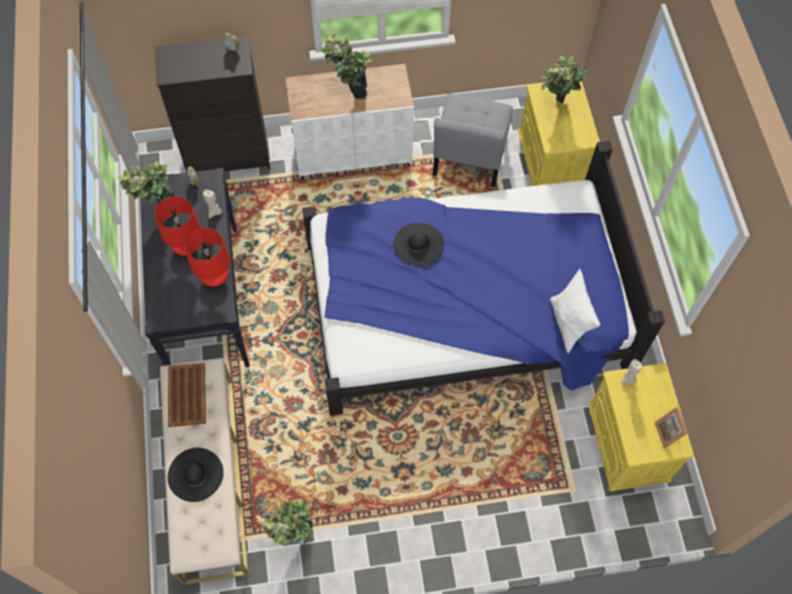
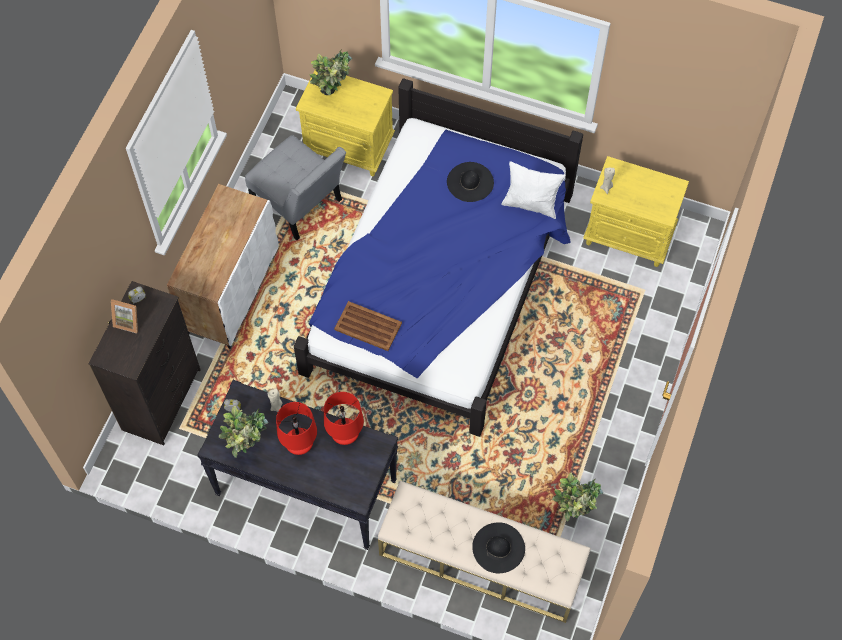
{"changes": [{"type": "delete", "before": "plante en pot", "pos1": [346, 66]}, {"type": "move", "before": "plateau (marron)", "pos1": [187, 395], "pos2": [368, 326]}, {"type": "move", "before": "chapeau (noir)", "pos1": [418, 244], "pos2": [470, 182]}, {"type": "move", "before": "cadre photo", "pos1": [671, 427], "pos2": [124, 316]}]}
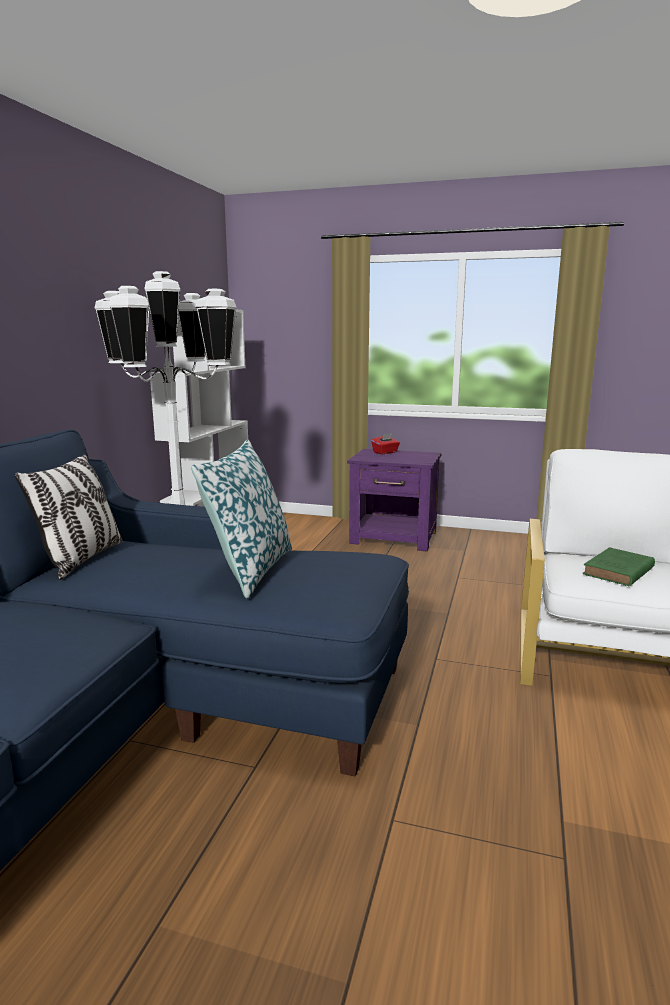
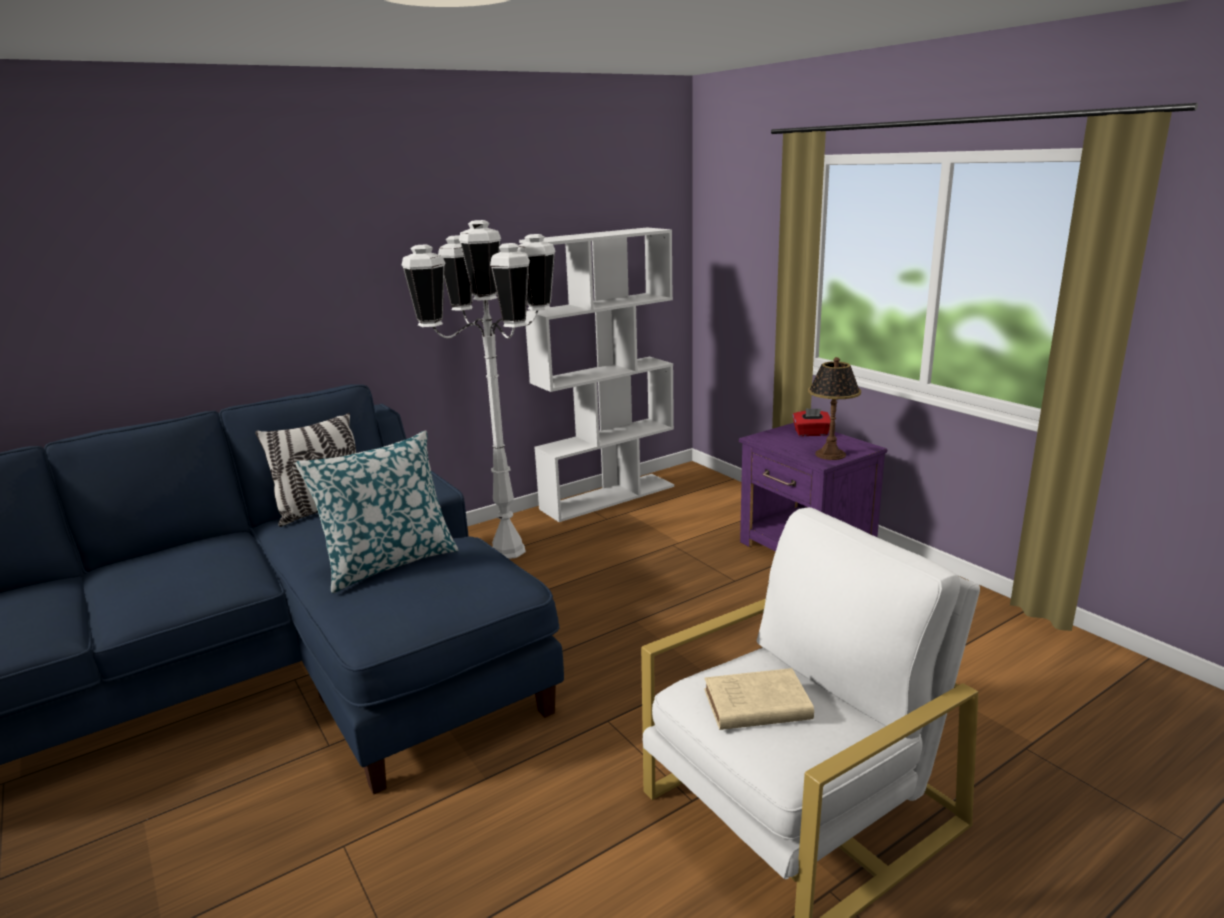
{"changes": [{"type": "insert", "after": "lampe de table", "pos2": [834, 408]}, {"type": "recolor", "before": "livre (vert)", "after": "livre (beige)", "pos1": [618, 566], "pos2": [759, 699]}]}
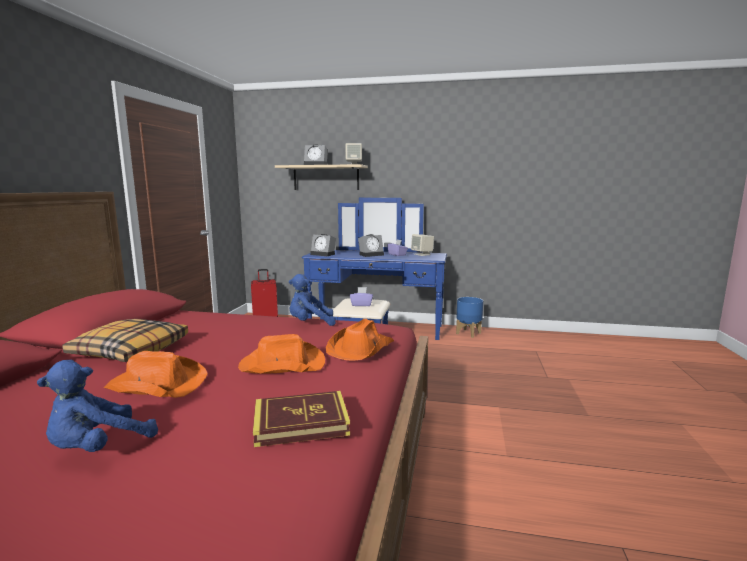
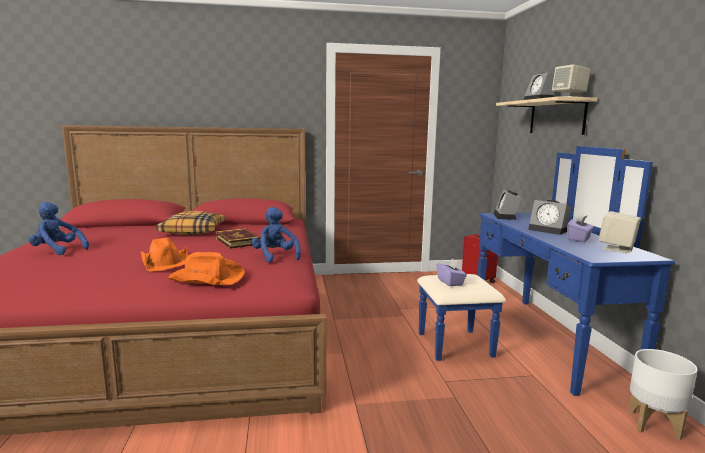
{"changes": [{"type": "delete", "before": "chapeau (orange)", "pos1": [156, 374]}, {"type": "move", "before": "livre", "pos1": [301, 419], "pos2": [238, 238]}, {"type": "recolor", "before": "cache-pot (bleu)", "after": "cache-pot (blanc)", "pos1": [469, 317], "pos2": [663, 394]}]}
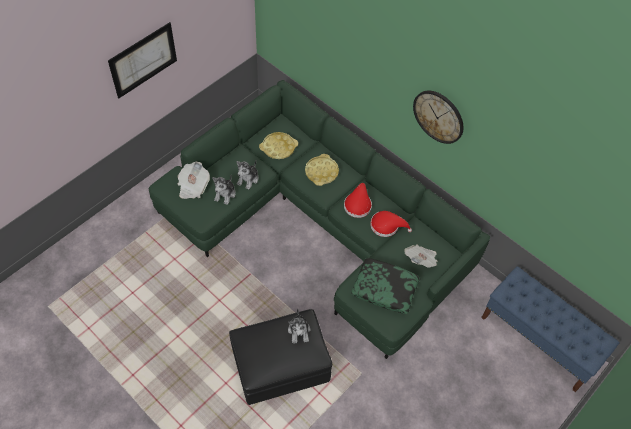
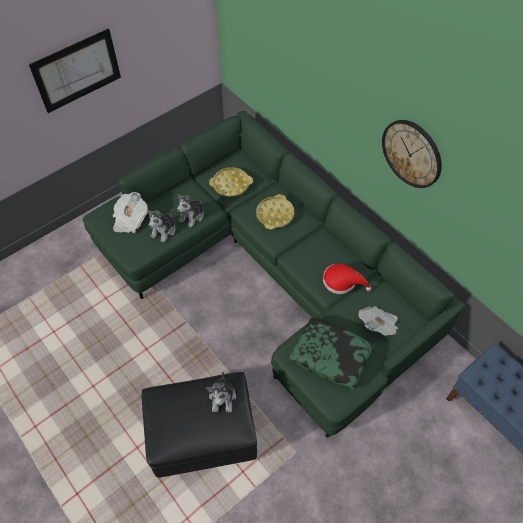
{"changes": [{"type": "delete", "before": "chapeau (rouge)", "pos1": [358, 200]}]}
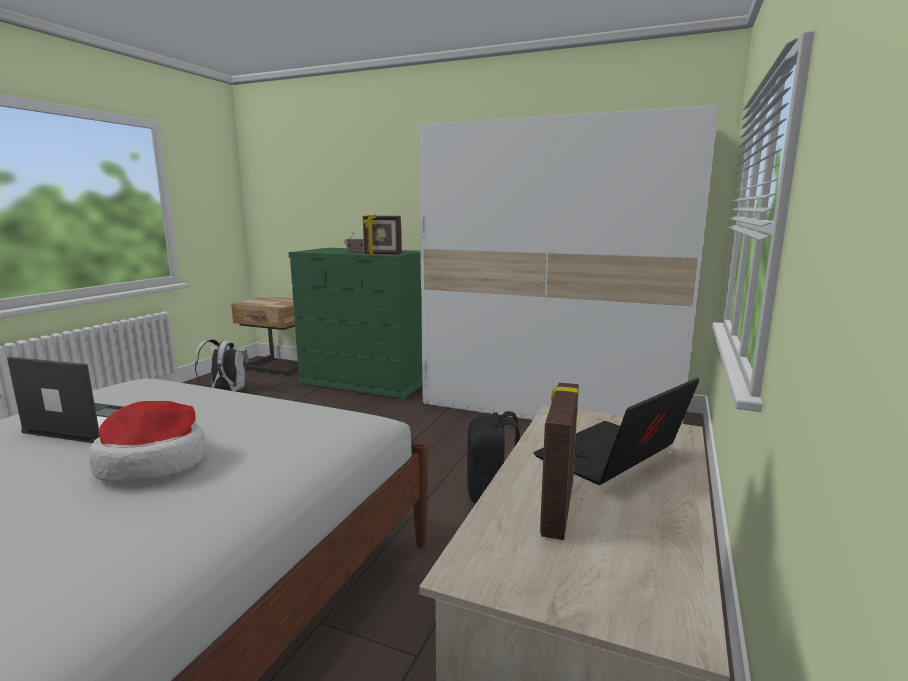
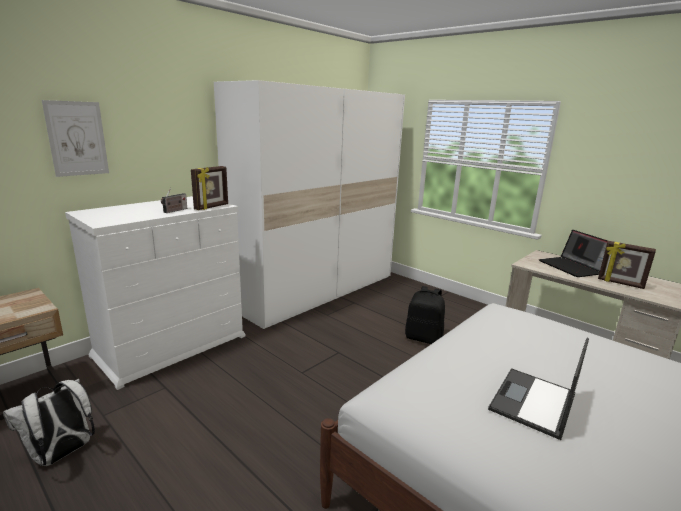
{"changes": [{"type": "delete", "before": "chapeau", "pos1": [147, 442]}, {"type": "insert", "after": "tableau", "pos2": [75, 138]}, {"type": "recolor", "before": "commode (vert)", "after": "commode (blanc)", "pos1": [355, 324], "pos2": [155, 293]}]}
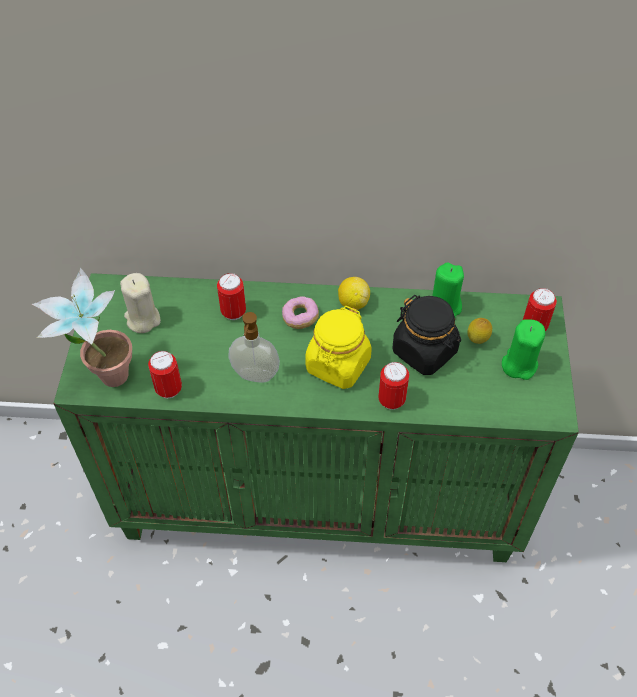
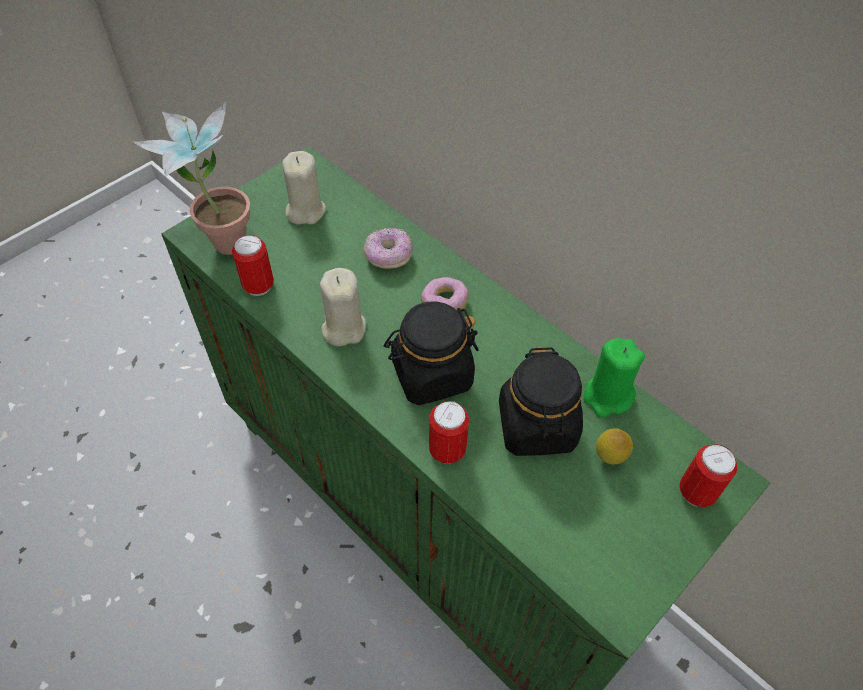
{"changes": [{"type": "delete", "before": "citron", "pos1": [354, 293]}, {"type": "delete", "before": "bougie (vert)", "pos1": [523, 349]}, {"type": "replace", "before": "boîte métallique", "after": "beignet", "pos1": [231, 296], "pos2": [388, 248]}, {"type": "replace", "before": "distributeur de savon", "after": "bougie (beige)", "pos1": [254, 347], "pos2": [343, 307]}, {"type": "recolor", "before": "bocal (jaune)", "after": "bocal (noir)", "pos1": [338, 347], "pos2": [431, 353]}]}
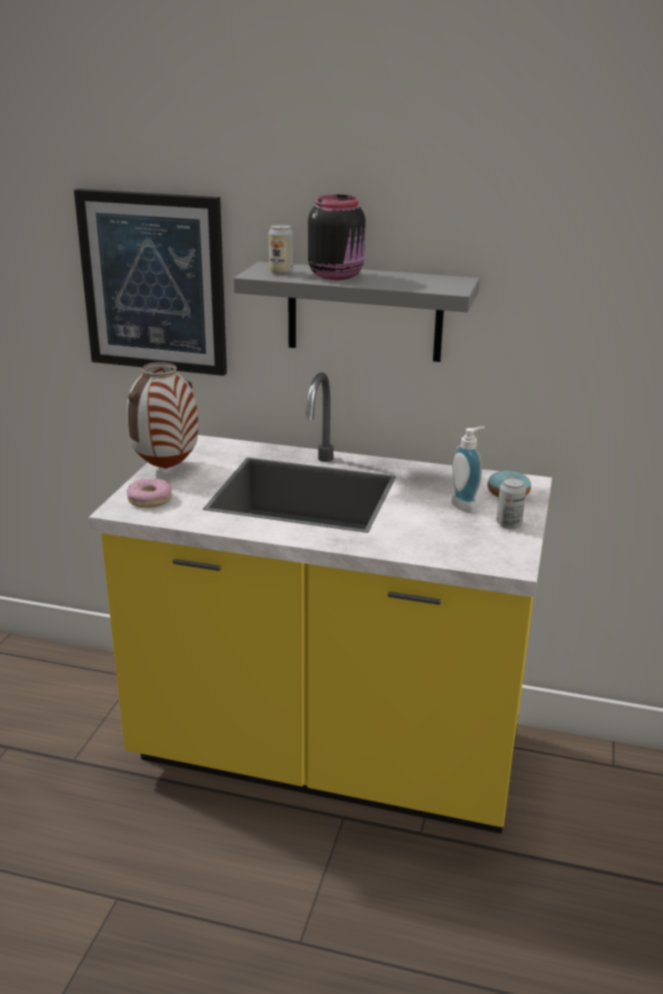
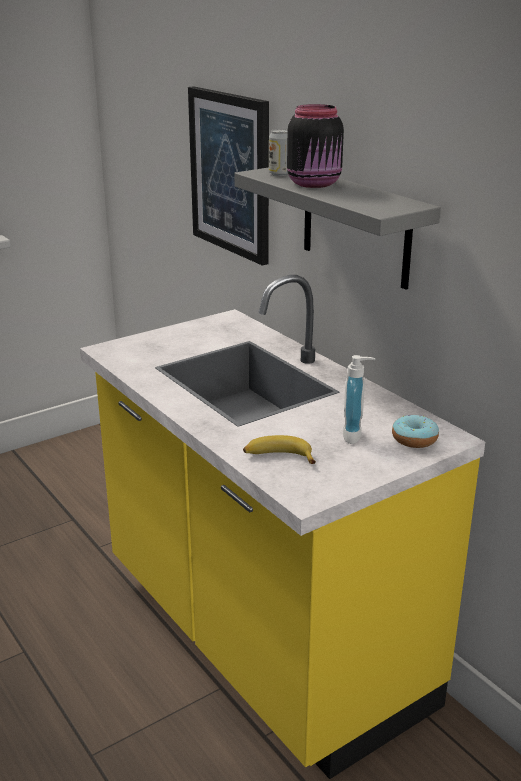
{"changes": [{"type": "delete", "before": "beignet", "pos1": [149, 493]}, {"type": "delete", "before": "vase", "pos1": [162, 415]}, {"type": "delete", "before": "boîte métallique", "pos1": [511, 503]}, {"type": "insert", "after": "banane", "pos2": [279, 449]}]}
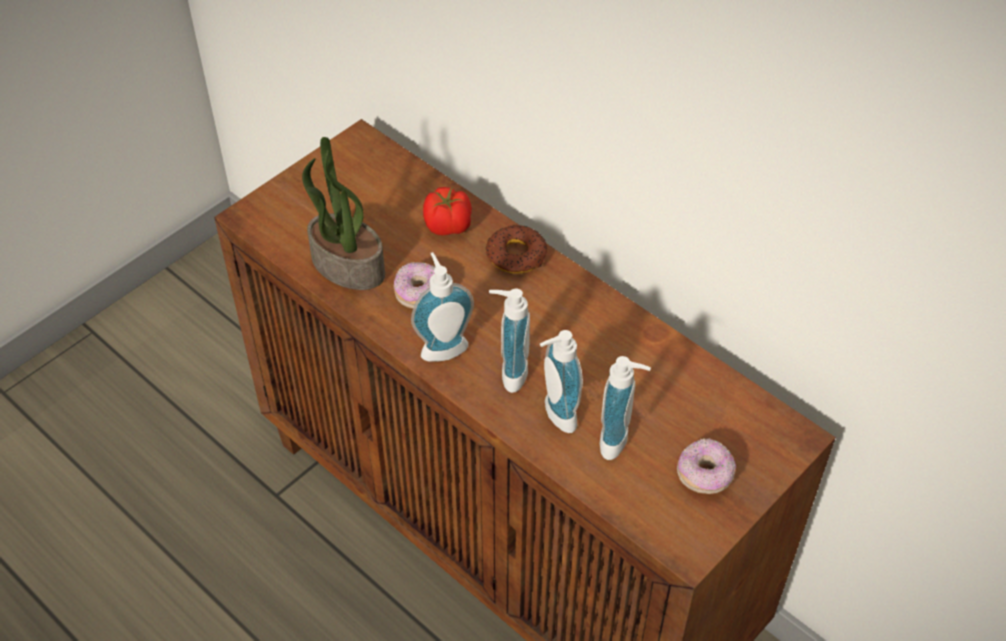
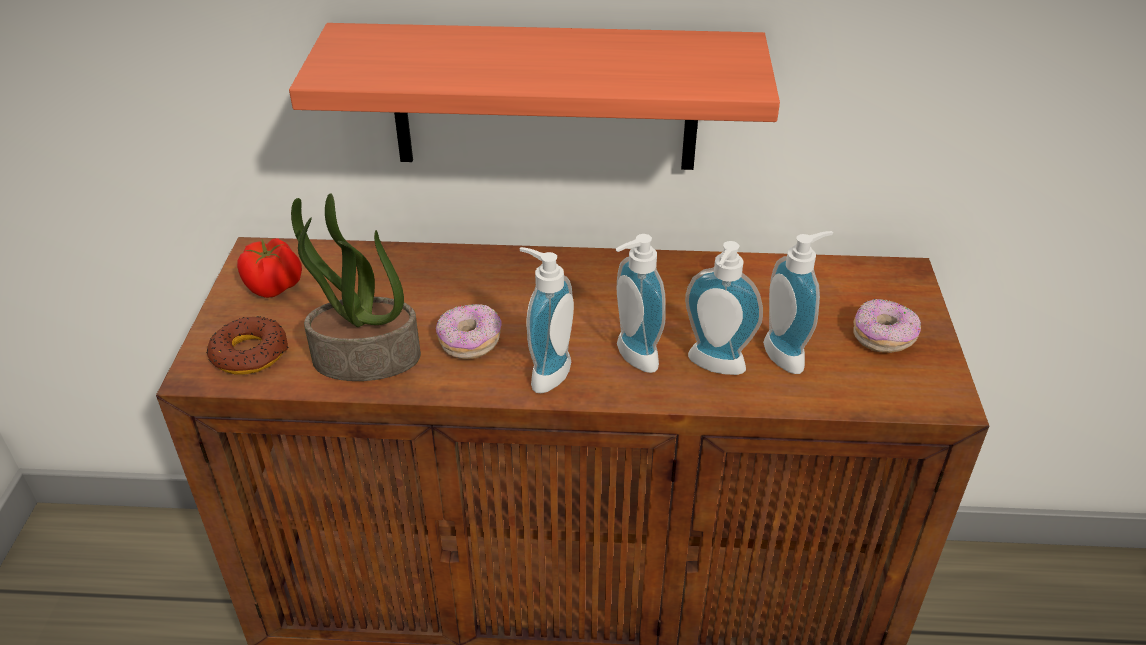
{"changes": [{"type": "insert", "after": "étagère", "pos2": [534, 96]}, {"type": "move", "before": "tomate", "pos1": [447, 211], "pos2": [269, 268]}, {"type": "move", "before": "beignet", "pos1": [516, 249], "pos2": [248, 345]}]}
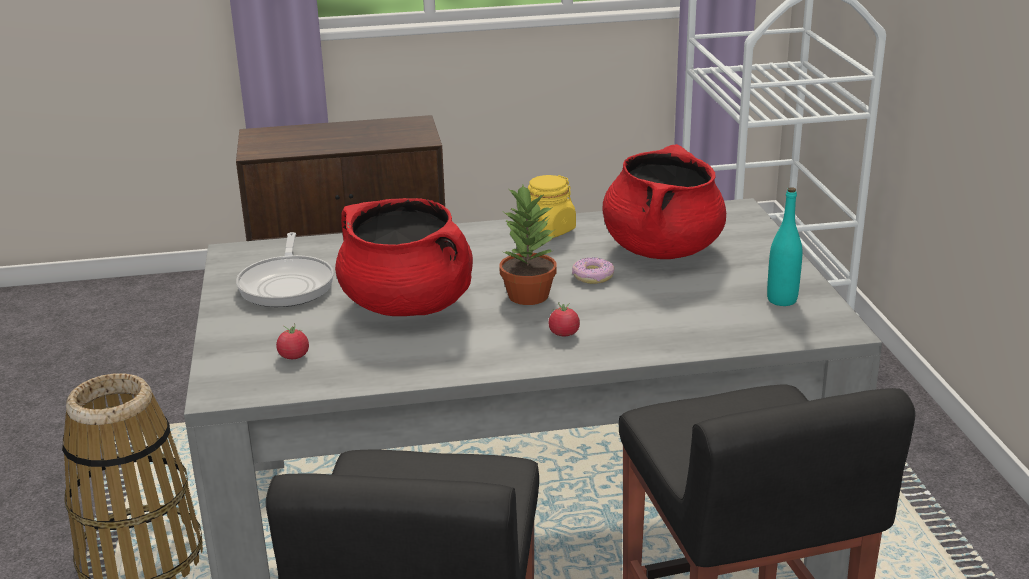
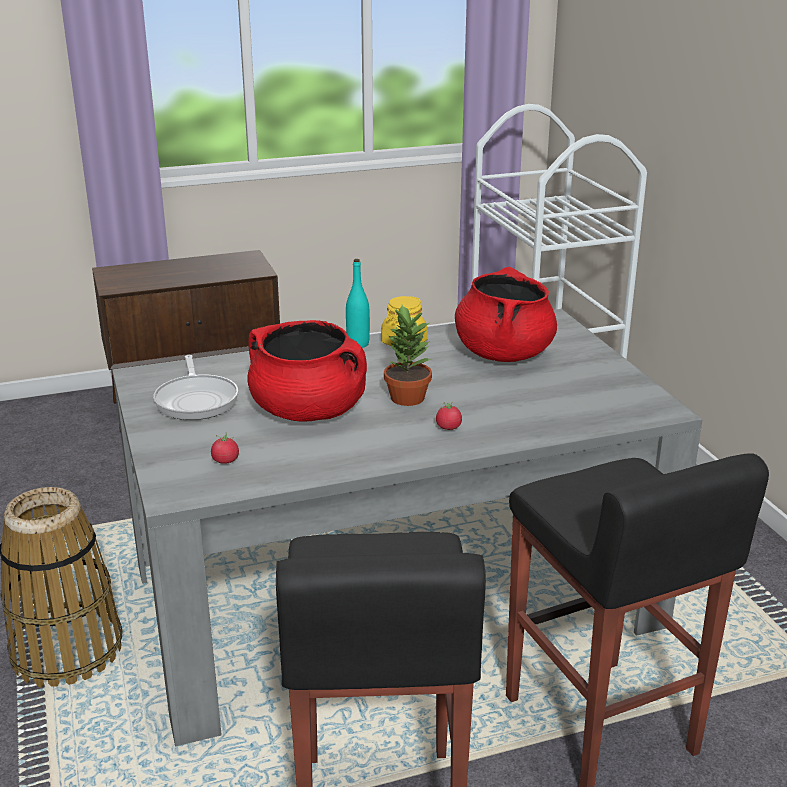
{"changes": [{"type": "delete", "before": "beignet", "pos1": [593, 270]}, {"type": "move", "before": "bouteille (turquoise)", "pos1": [784, 246], "pos2": [358, 303]}]}
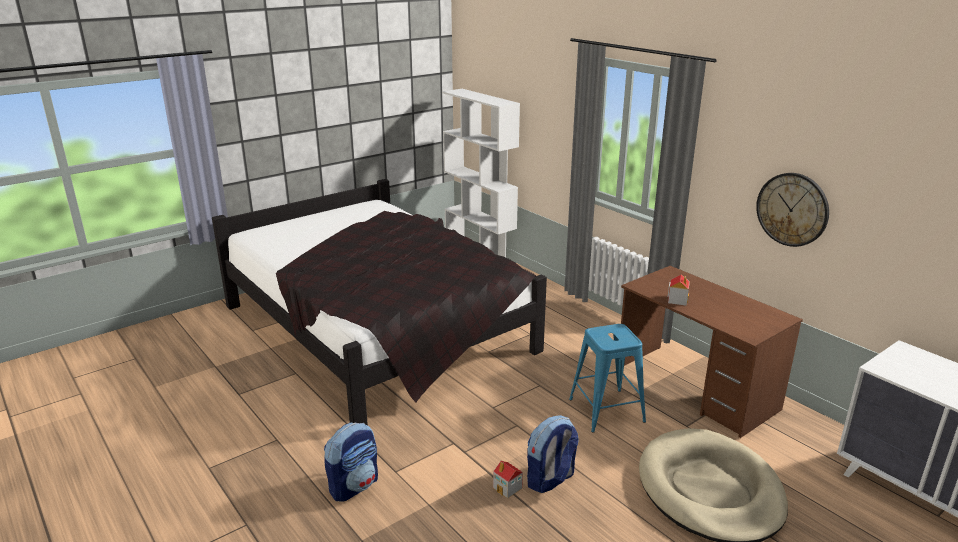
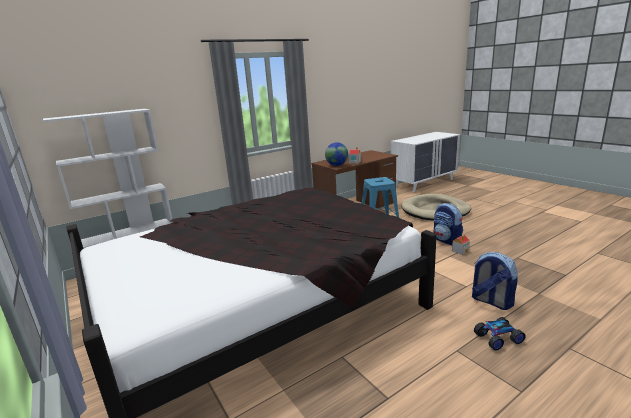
{"changes": [{"type": "delete", "before": "horloge murale", "pos1": [792, 210]}, {"type": "insert", "after": "globe", "pos2": [336, 154]}, {"type": "insert", "after": "petite voiture", "pos2": [499, 333]}]}
